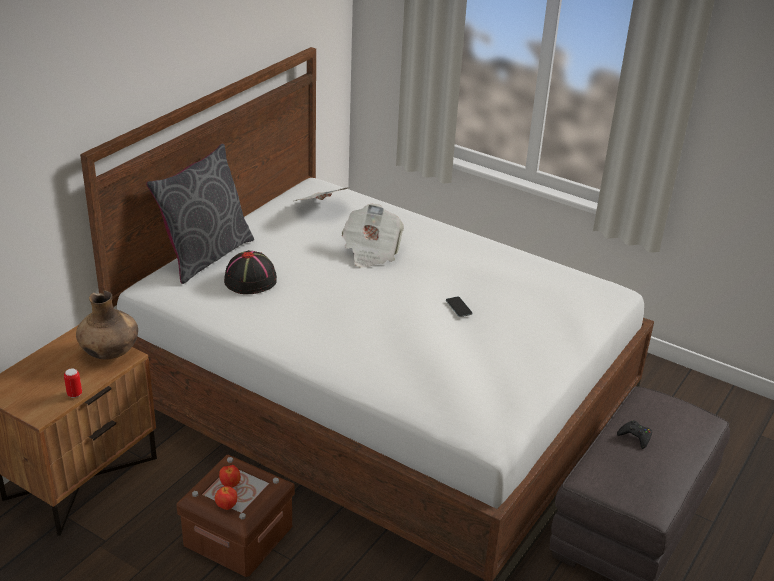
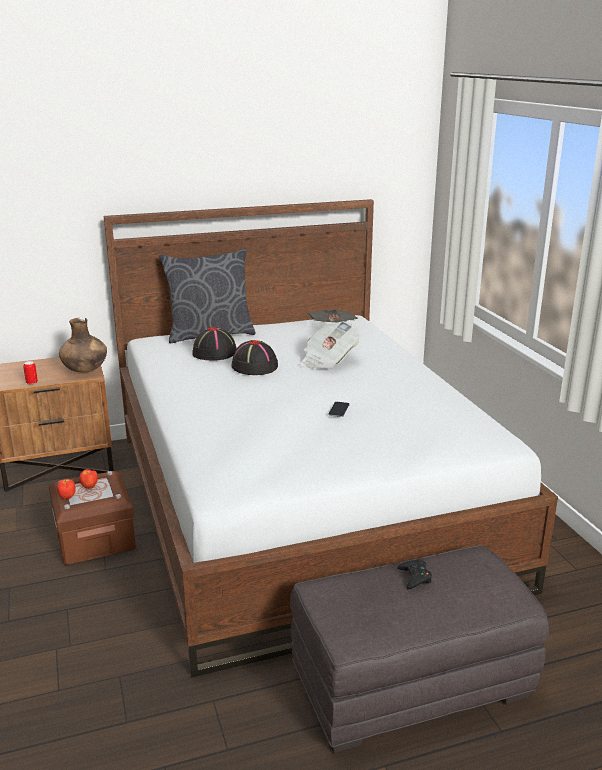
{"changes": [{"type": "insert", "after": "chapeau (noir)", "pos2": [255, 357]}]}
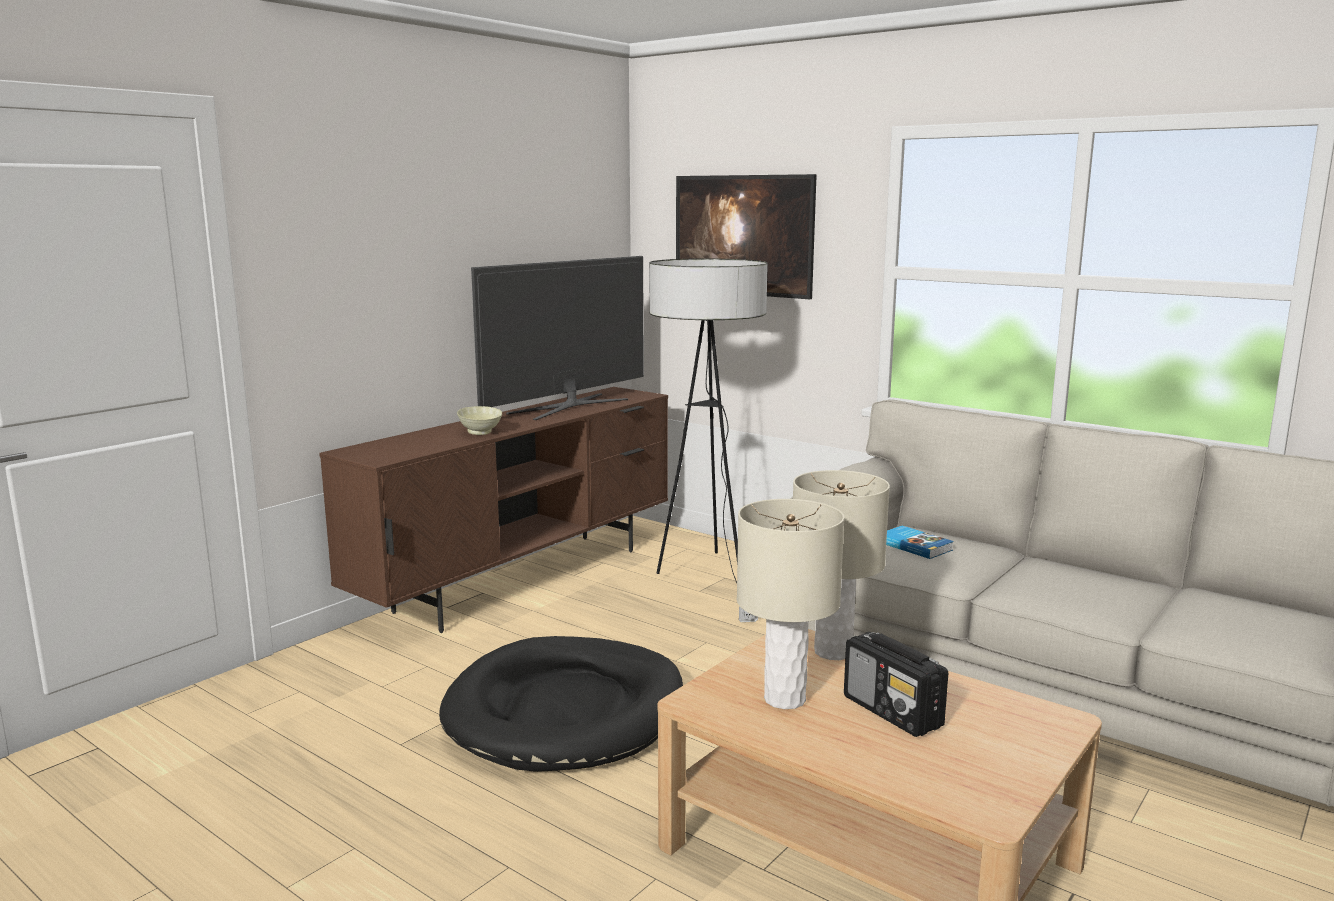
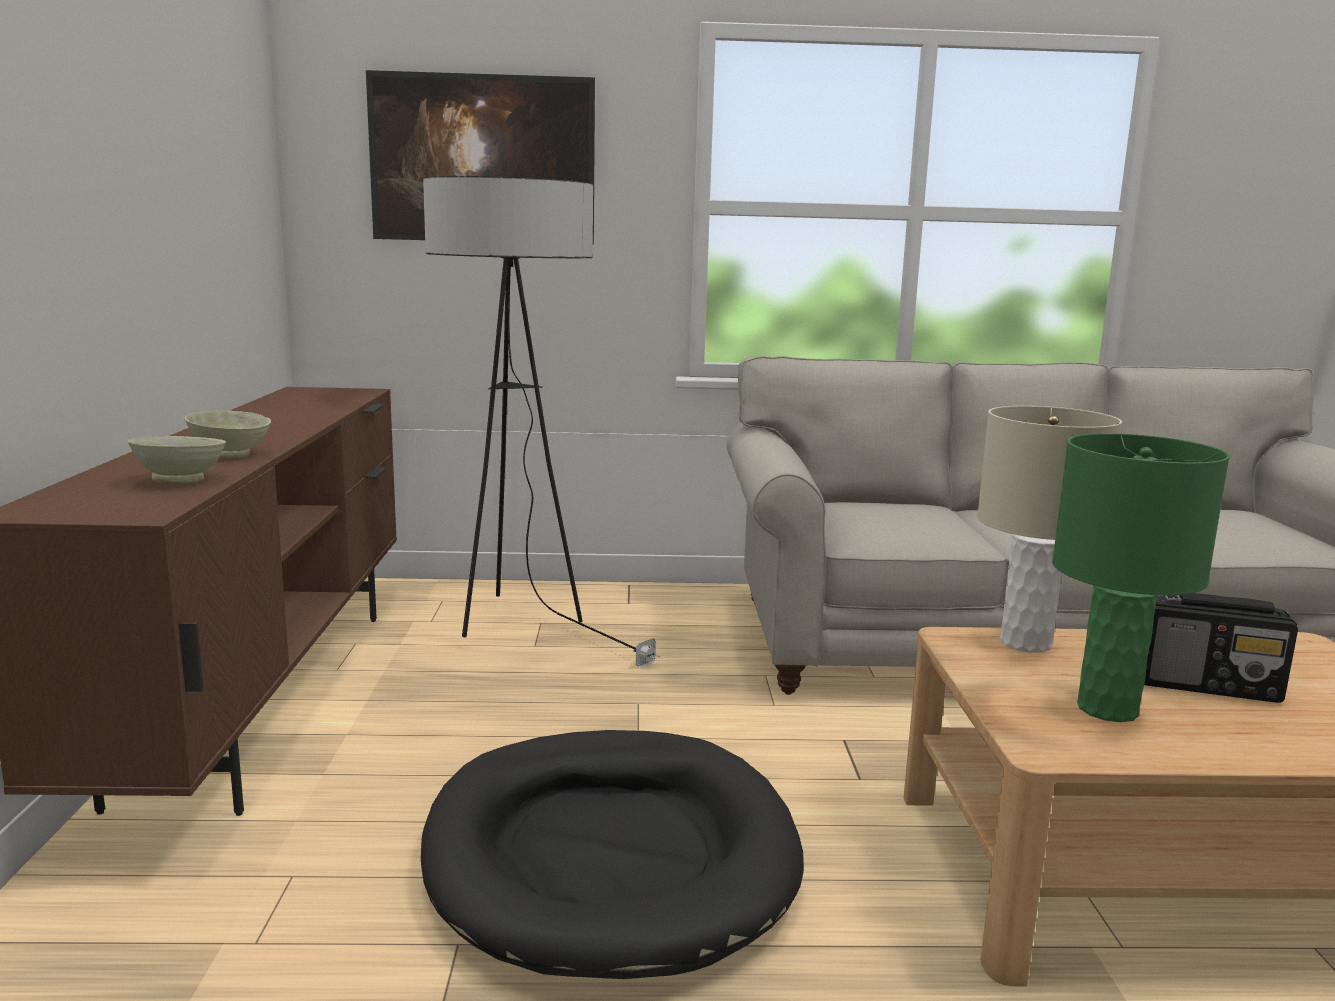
{"changes": [{"type": "delete", "before": "téléviseur", "pos1": [557, 338]}, {"type": "delete", "before": "livre", "pos1": [920, 542]}, {"type": "insert", "after": "bol (beige)", "pos2": [177, 459]}, {"type": "recolor", "before": "lampe de table (beige)", "after": "lampe de table (vert)", "pos1": [790, 604], "pos2": [1141, 577]}]}
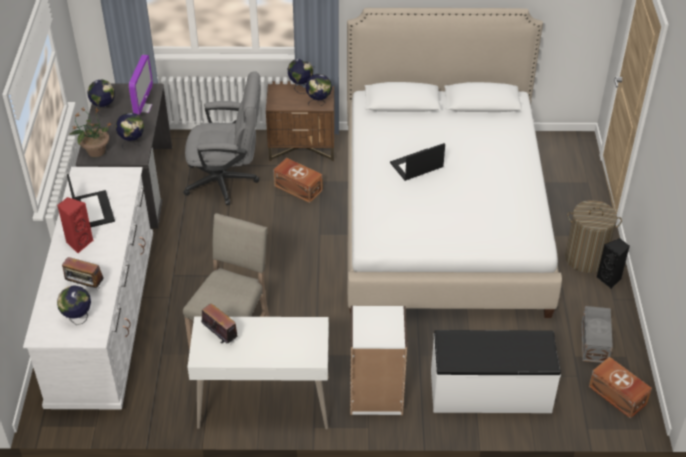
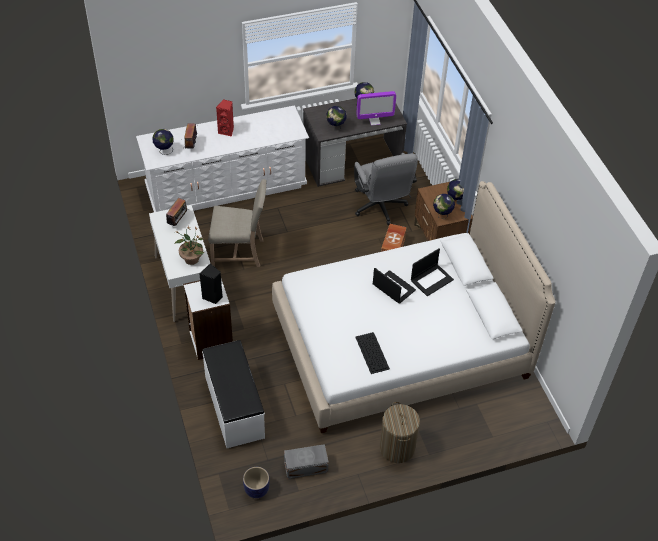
{"changes": [{"type": "insert", "after": "clavier", "pos2": [373, 353]}, {"type": "move", "before": "ordinateur portable", "pos1": [91, 200], "pos2": [432, 272]}, {"type": "move", "before": "plante en pot", "pos1": [90, 132], "pos2": [190, 246]}, {"type": "move", "before": "enceinte (noir)", "pos1": [613, 263], "pos2": [211, 283]}, {"type": "replace", "before": "boîte de rangement (marron)", "after": "cache-pot", "pos1": [620, 388], "pos2": [256, 482]}]}
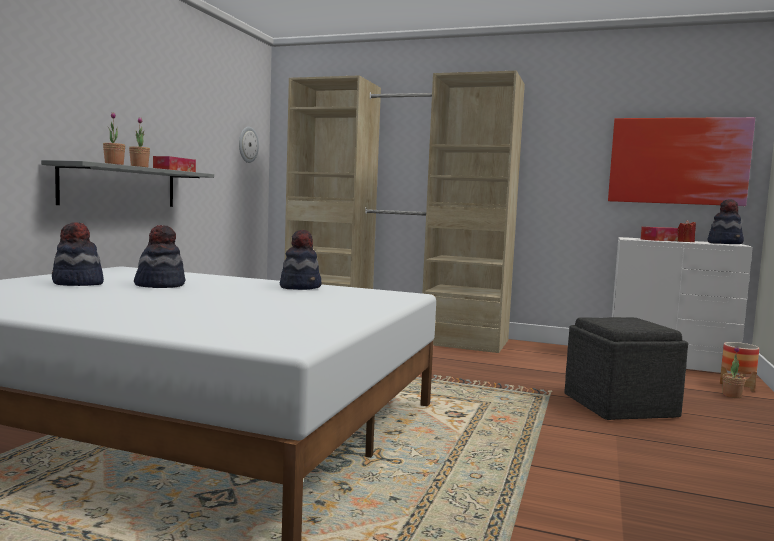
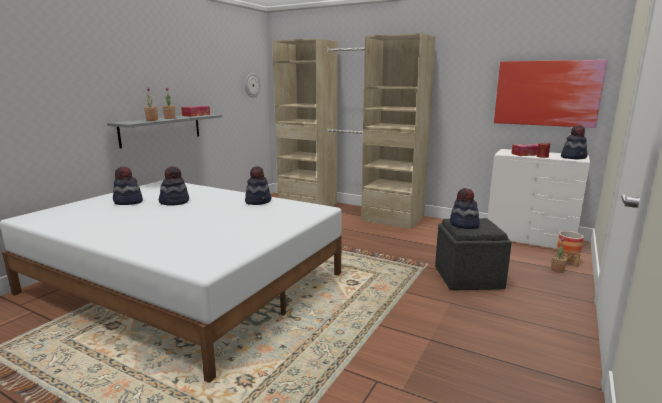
{"changes": [{"type": "insert", "after": "chapeau", "pos2": [465, 208]}]}
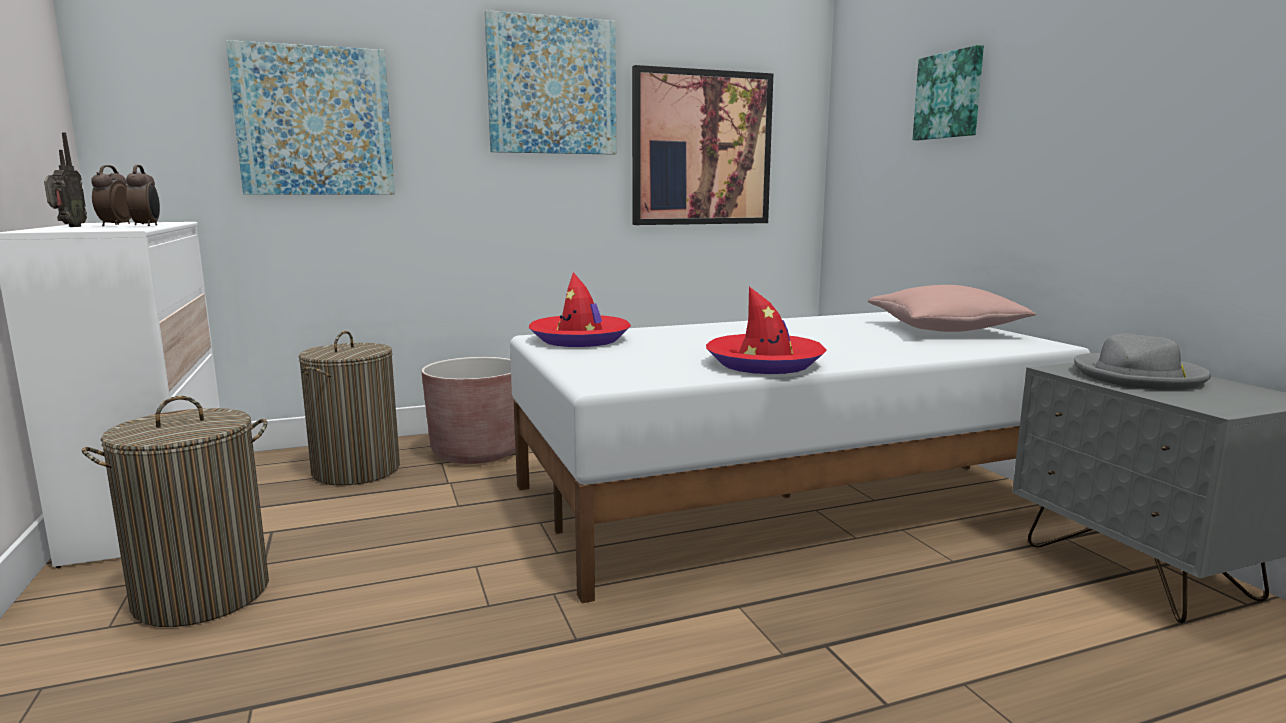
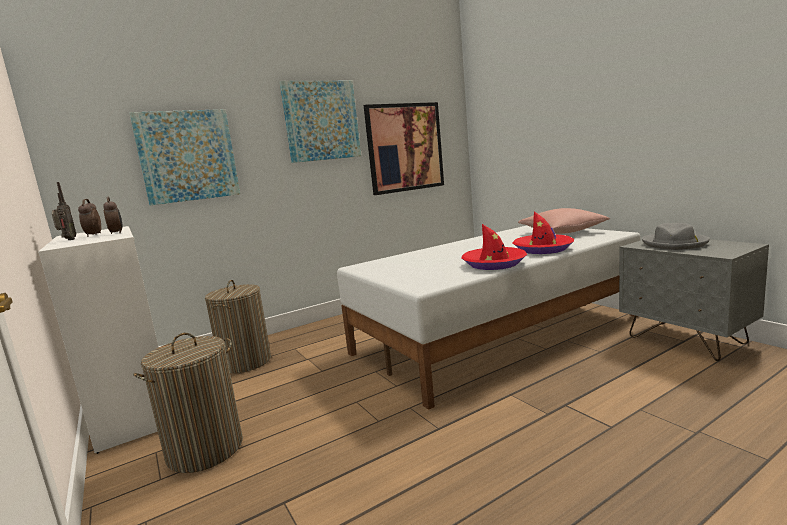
{"changes": [{"type": "delete", "before": "cache-pot (marron)", "pos1": [468, 410]}, {"type": "delete", "before": "tableau", "pos1": [948, 92]}, {"type": "move", "before": "chapeau (rouge)", "pos1": [580, 309], "pos2": [543, 232]}]}
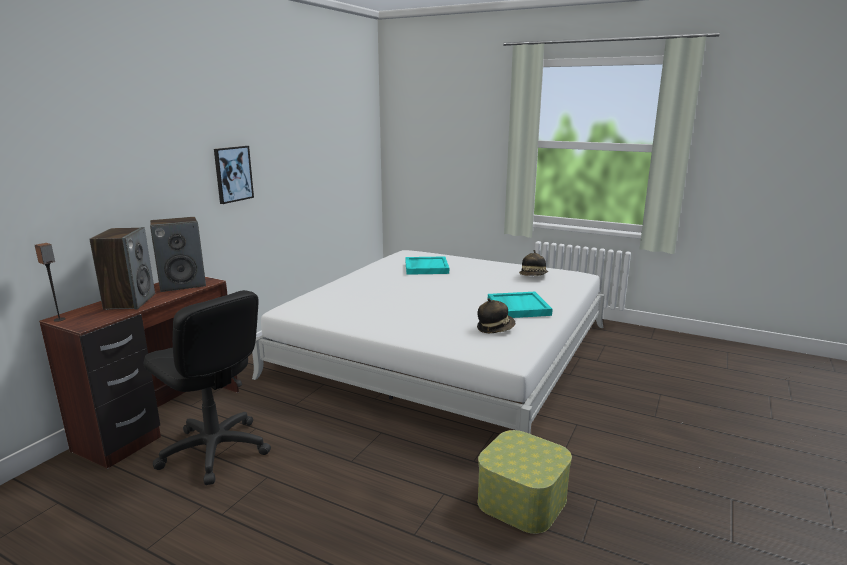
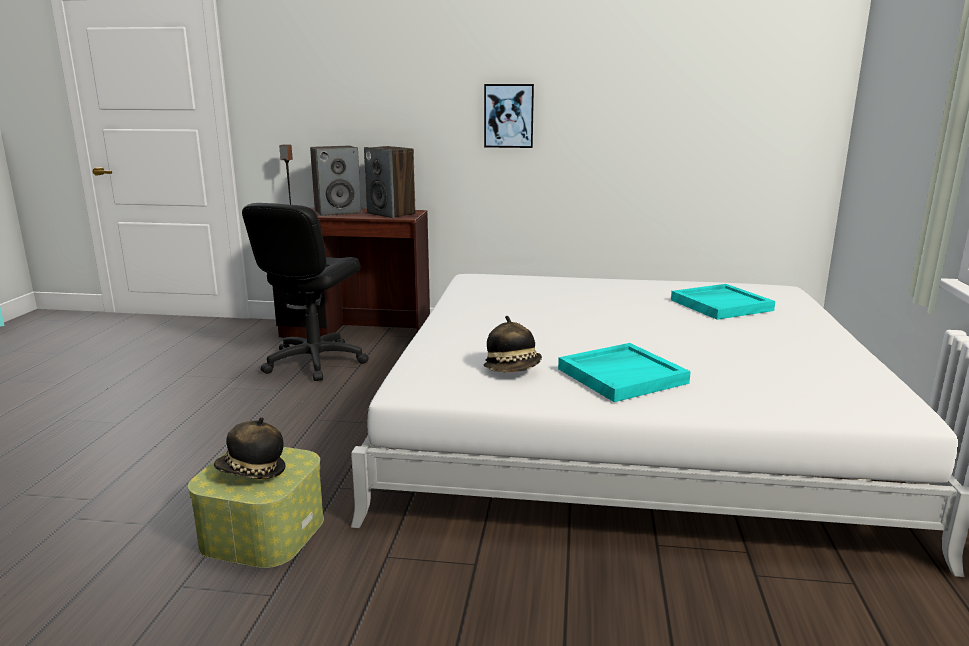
{"changes": [{"type": "move", "before": "chapeau", "pos1": [533, 263], "pos2": [250, 448]}]}
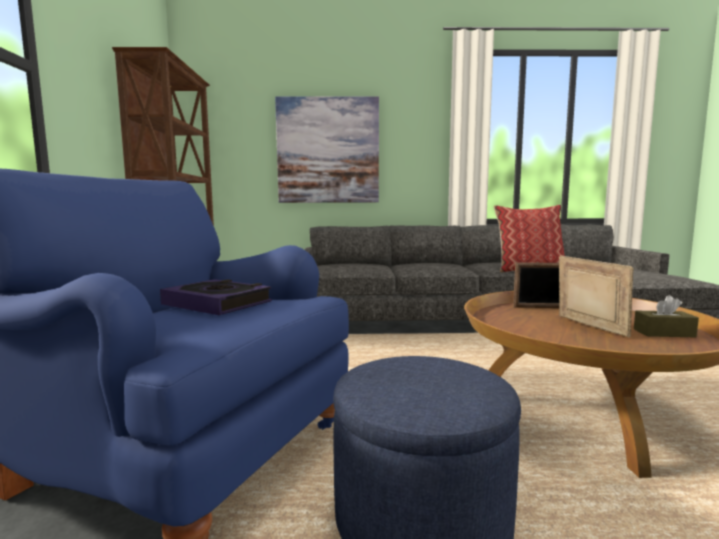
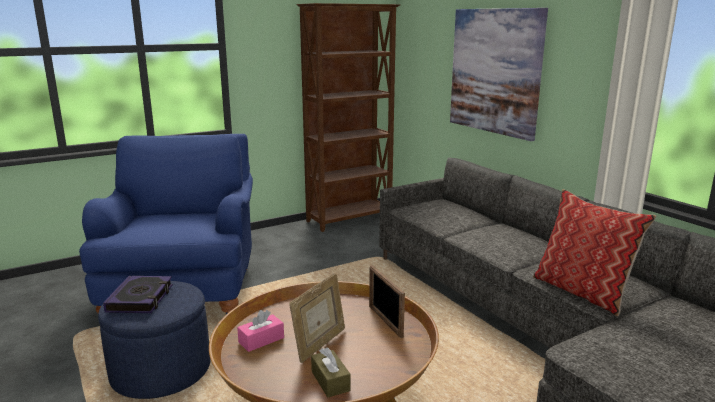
{"changes": [{"type": "insert", "after": "boîte à mouchoirs (rose)", "pos2": [260, 331]}, {"type": "move", "before": "livre", "pos1": [216, 297], "pos2": [138, 294]}]}
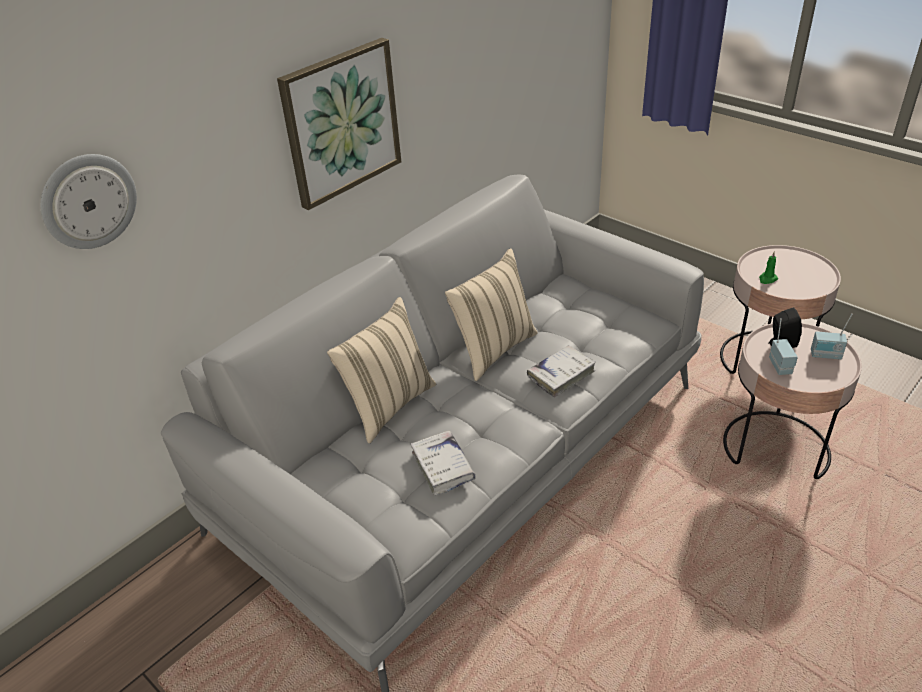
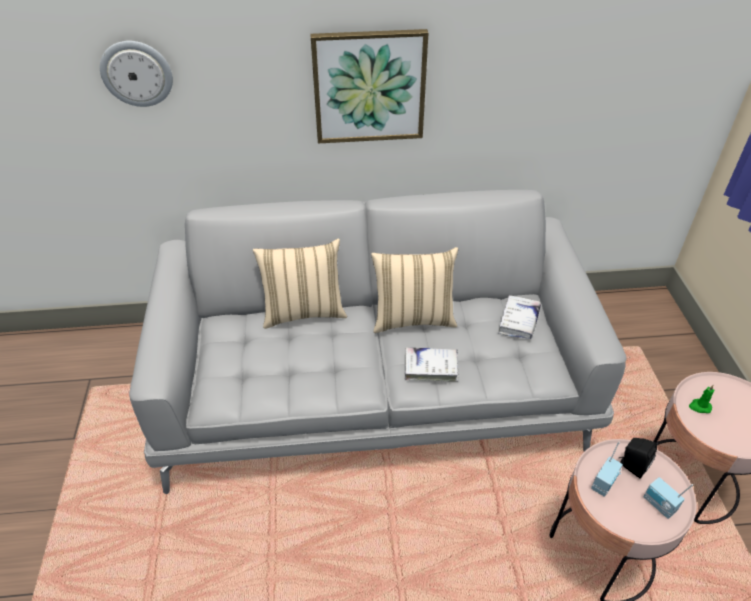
{"changes": [{"type": "move", "before": "livre (blanc)", "pos1": [443, 463], "pos2": [519, 317]}]}
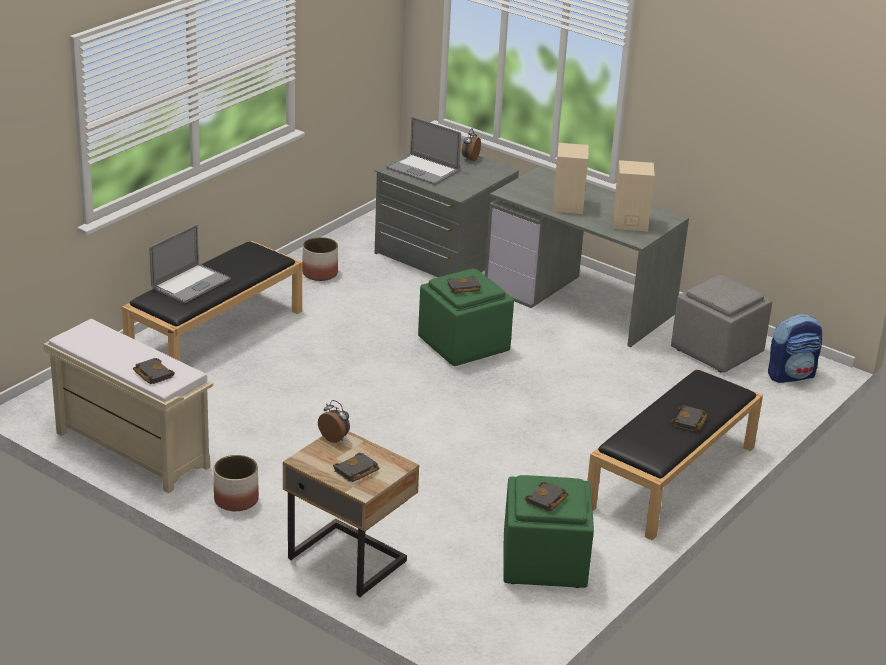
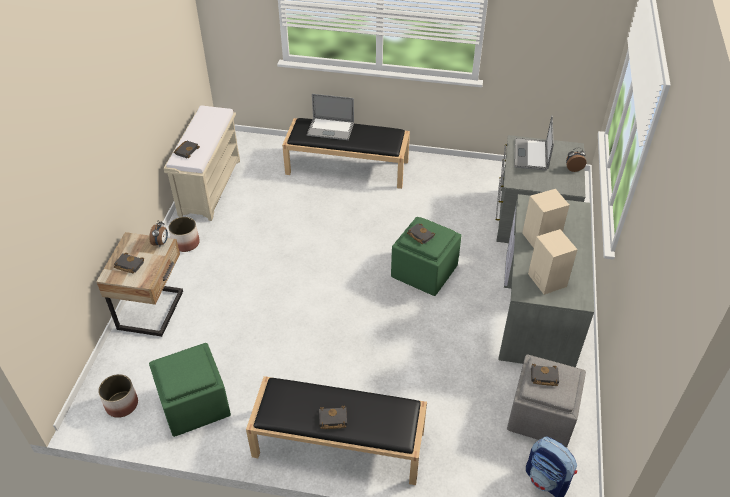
{"changes": [{"type": "move", "before": "cache-pot", "pos1": [320, 259], "pos2": [118, 396]}, {"type": "move", "before": "livre (noir)", "pos1": [547, 496], "pos2": [545, 375]}]}
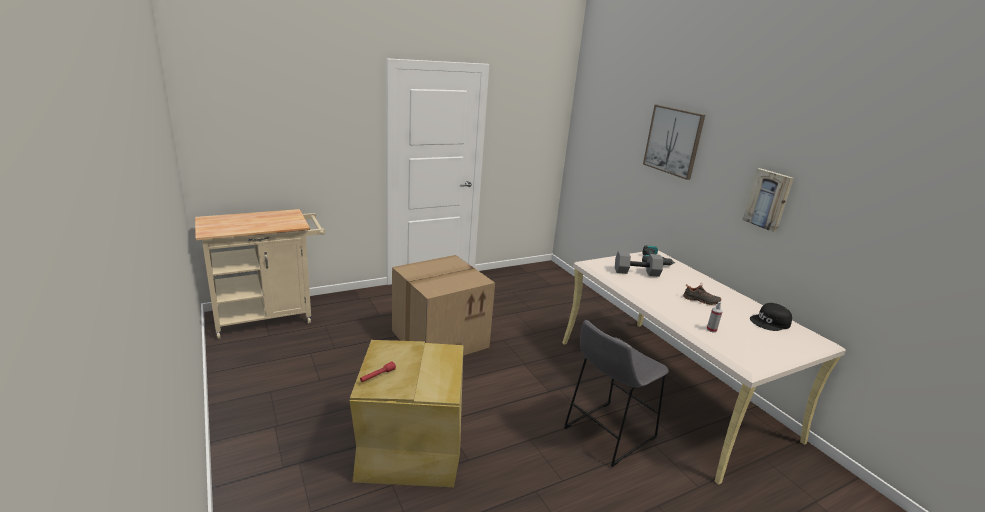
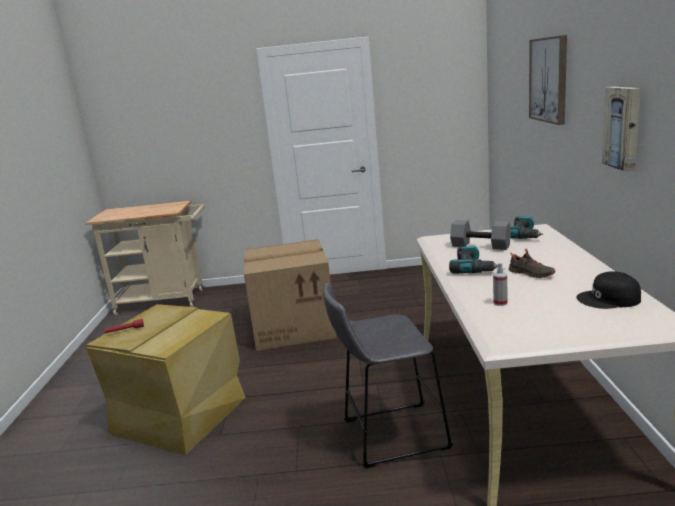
{"changes": [{"type": "insert", "after": "perceuse", "pos2": [473, 259]}]}
